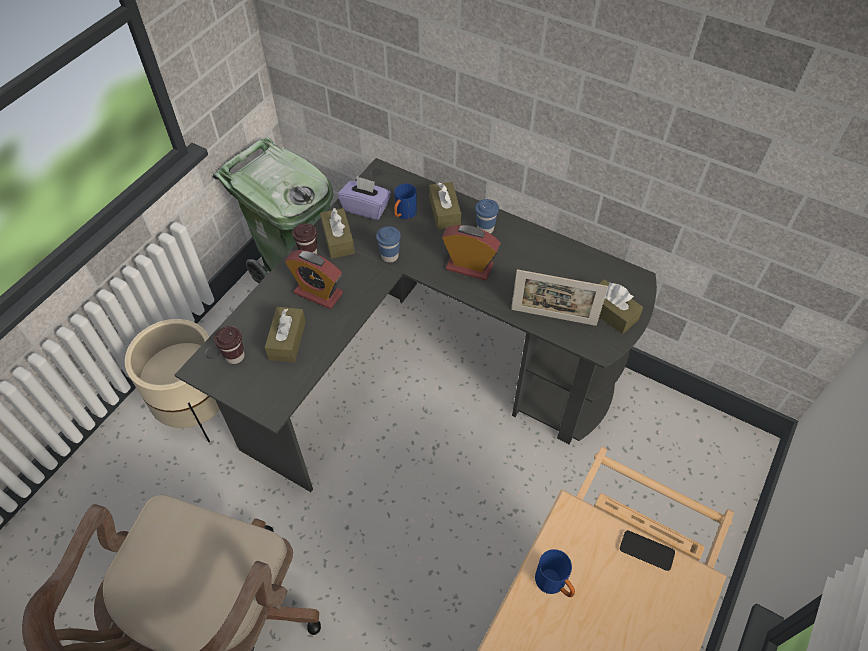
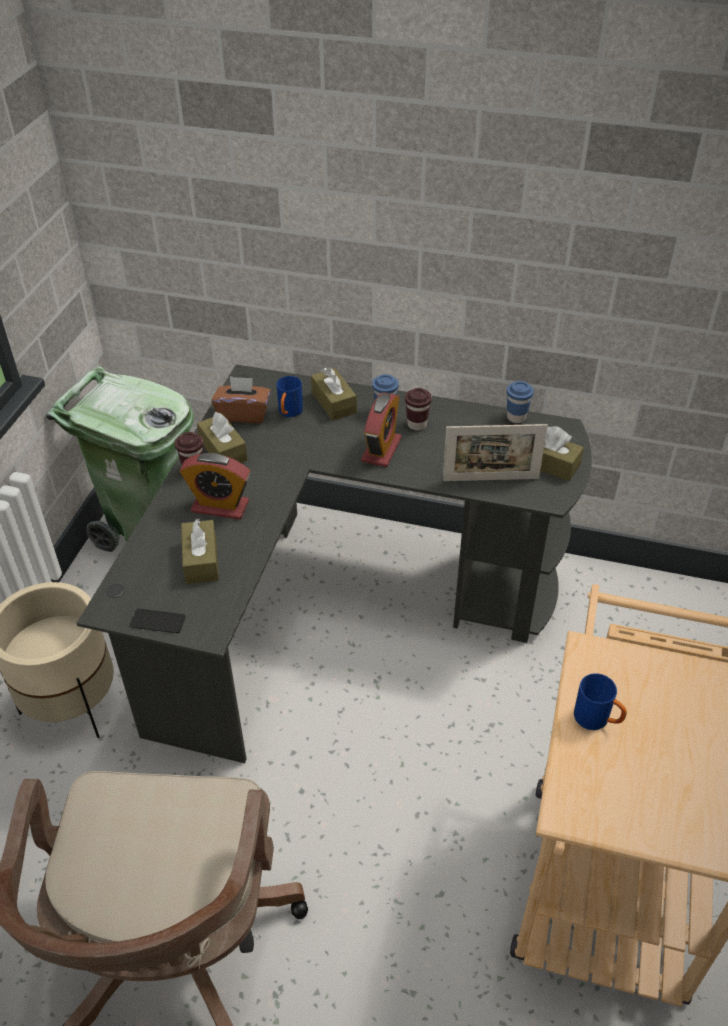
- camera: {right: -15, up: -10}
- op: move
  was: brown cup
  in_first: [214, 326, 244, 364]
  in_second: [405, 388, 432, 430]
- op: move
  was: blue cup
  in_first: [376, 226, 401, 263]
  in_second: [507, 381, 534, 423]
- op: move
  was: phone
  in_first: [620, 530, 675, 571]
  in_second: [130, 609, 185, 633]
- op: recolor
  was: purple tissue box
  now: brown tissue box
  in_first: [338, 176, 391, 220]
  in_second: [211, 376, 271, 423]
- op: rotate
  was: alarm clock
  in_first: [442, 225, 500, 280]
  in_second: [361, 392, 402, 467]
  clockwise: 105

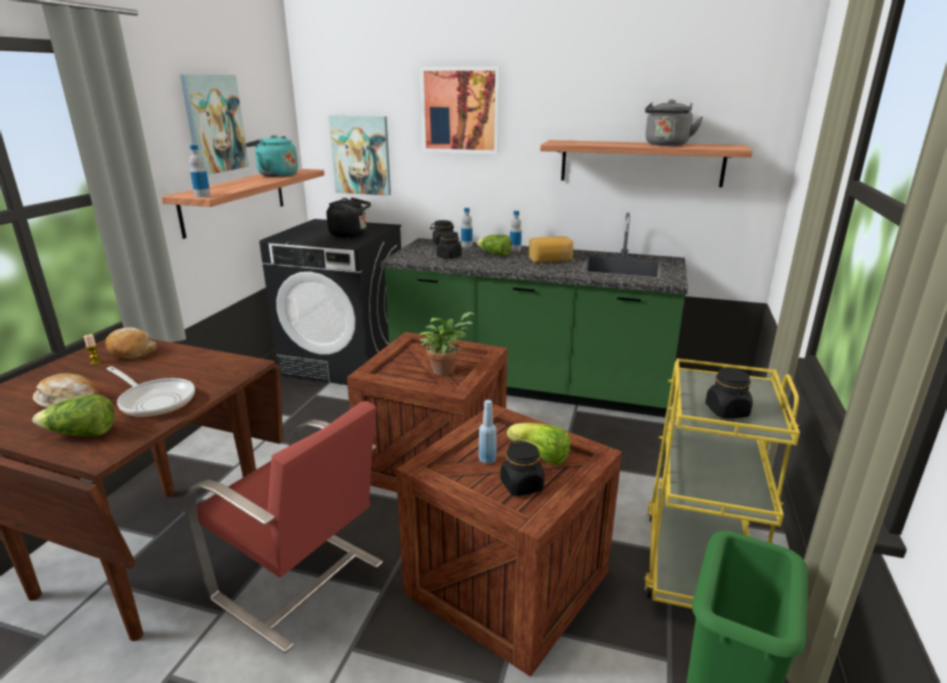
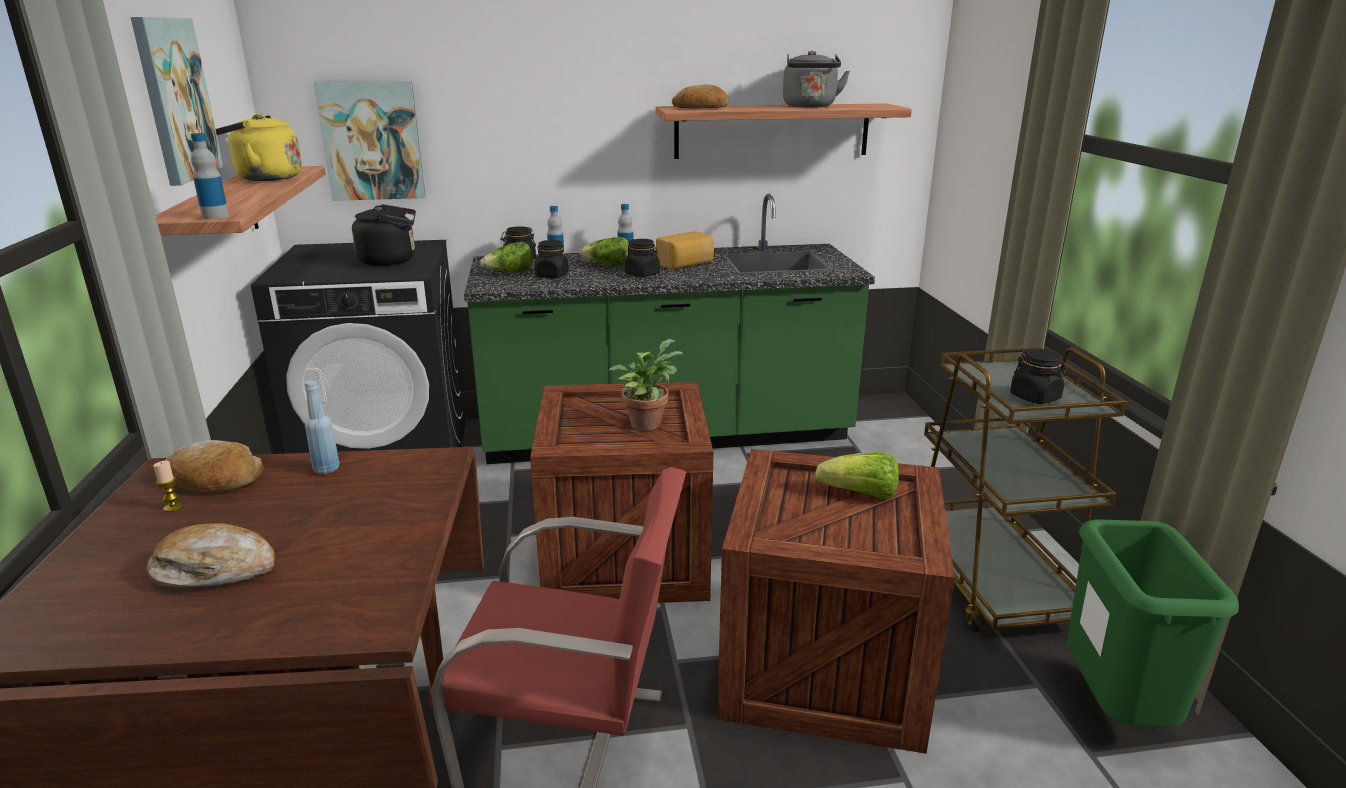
- camera: {right: -25, up: 0}
- op: delete
  was: frying pan
  in_first: [107, 366, 195, 417]
- op: delete
  was: picture
  in_first: [420, 66, 500, 154]
- op: insert
  now: bread
  in_second: [672, 84, 729, 108]
- op: move
  was: lettuce
  in_first: [33, 395, 114, 436]
  in_second: [480, 242, 533, 272]
- op: move
  was: blue bottle
  in_first: [479, 400, 497, 464]
  in_second: [304, 380, 339, 474]
- op: move
  was: black jar
  in_first: [500, 440, 545, 496]
  in_second: [625, 239, 660, 277]
- op: recolor
  was: turquoise kettle
  now: yellow kettle
  in_first: [246, 135, 298, 177]
  in_second: [216, 114, 302, 181]
- op: recolor
  was: yellow cart
  now: brown cart
  in_first: [644, 358, 800, 609]
  in_second: [924, 347, 1127, 632]

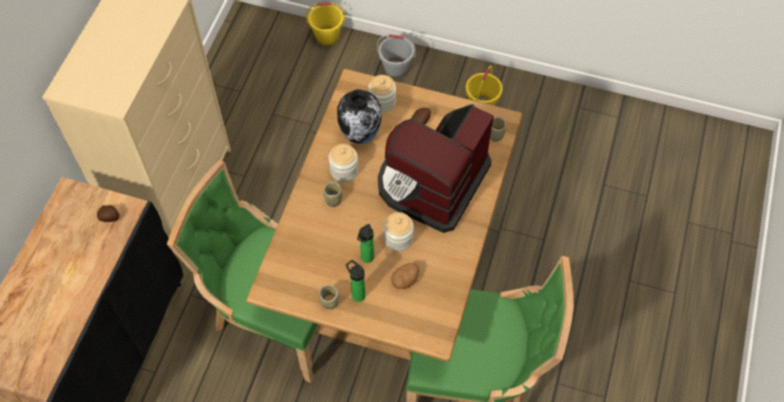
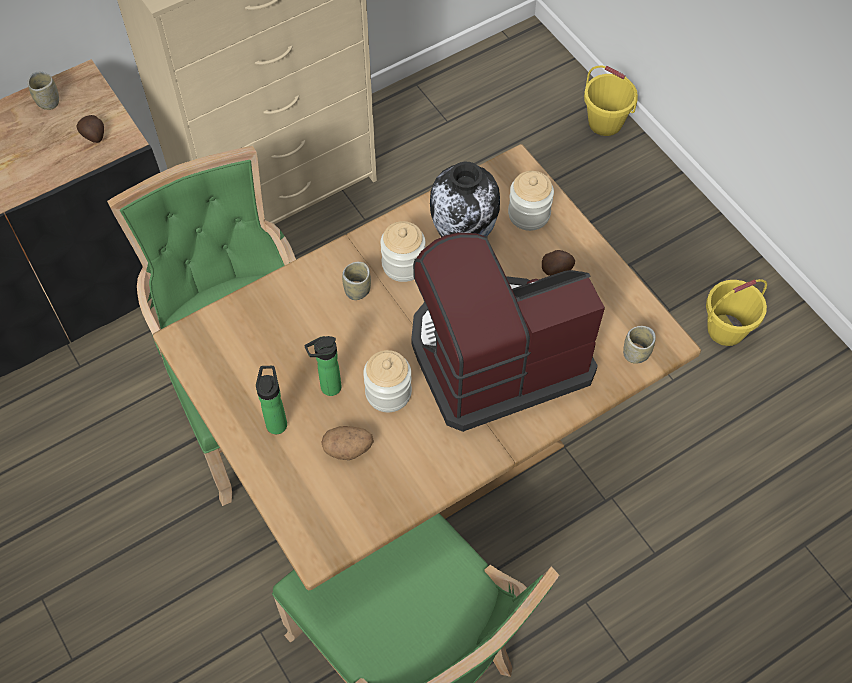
- camera: {right: 40, up: 0}
- op: delete
  was: grey bucket
  in_first: [377, 34, 416, 78]
- op: move
  was: cup
  in_first: [319, 285, 339, 309]
  in_second: [28, 72, 59, 110]

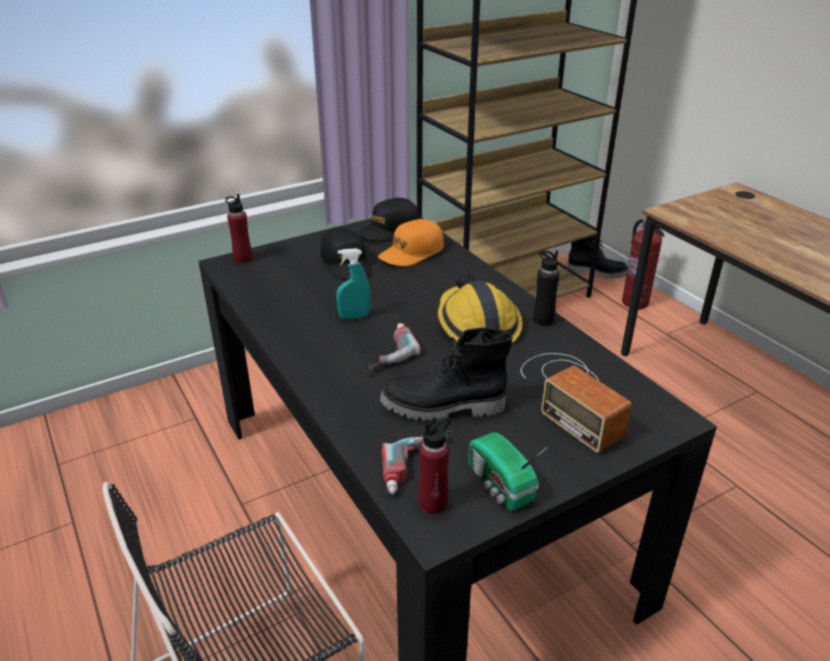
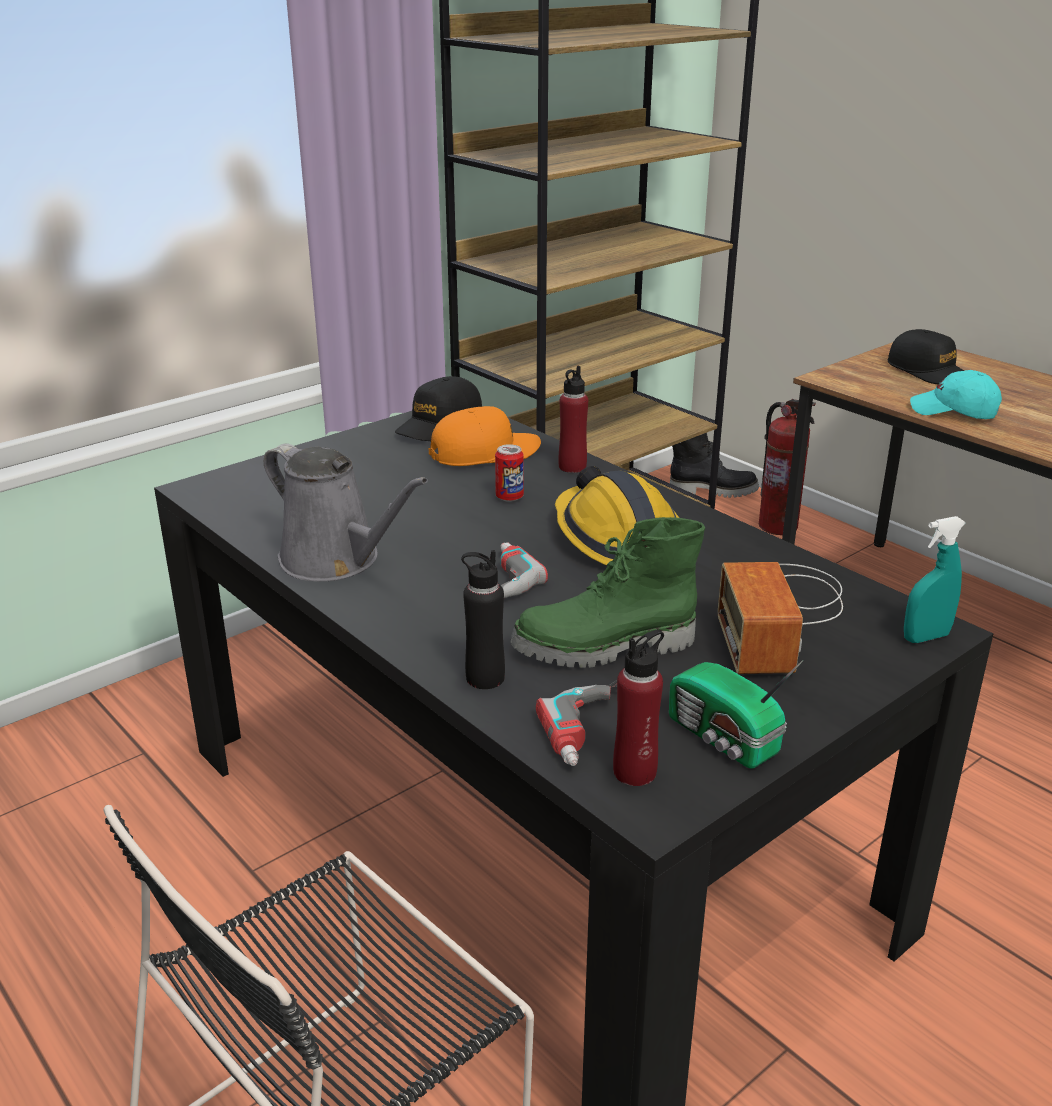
- camera: {right: -10, up: -5}
- op: insert
  now: grey watering can
  in_second: [264, 443, 428, 582]
- op: insert
  now: can
  in_second: [495, 444, 524, 502]
- op: insert
  now: turquoise cap
  in_second: [910, 370, 1002, 419]
- op: move
  was: red bottle
  in_first: [225, 194, 252, 263]
  in_second: [558, 366, 588, 473]
- op: move
  was: black cap
  in_first: [320, 227, 372, 278]
  in_second: [888, 329, 964, 384]
- op: move
  was: turquoise spray bottle
  in_first: [336, 248, 371, 319]
  in_second: [904, 516, 966, 643]
- op: move
  was: black bottle
  in_first: [533, 250, 560, 326]
  in_second: [461, 550, 505, 689]
- op: recolor
  was: black boot
  now: green boot
  in_first: [380, 327, 513, 421]
  in_second: [510, 517, 705, 668]
- op: rotate
  was: orange cap
  in_first: [378, 219, 444, 266]
  in_second: [429, 406, 541, 466]
  clockwise: -150
- op: rotate
  was: radio
  in_first: [521, 353, 632, 453]
  in_second: [718, 562, 843, 674]
  clockwise: 45

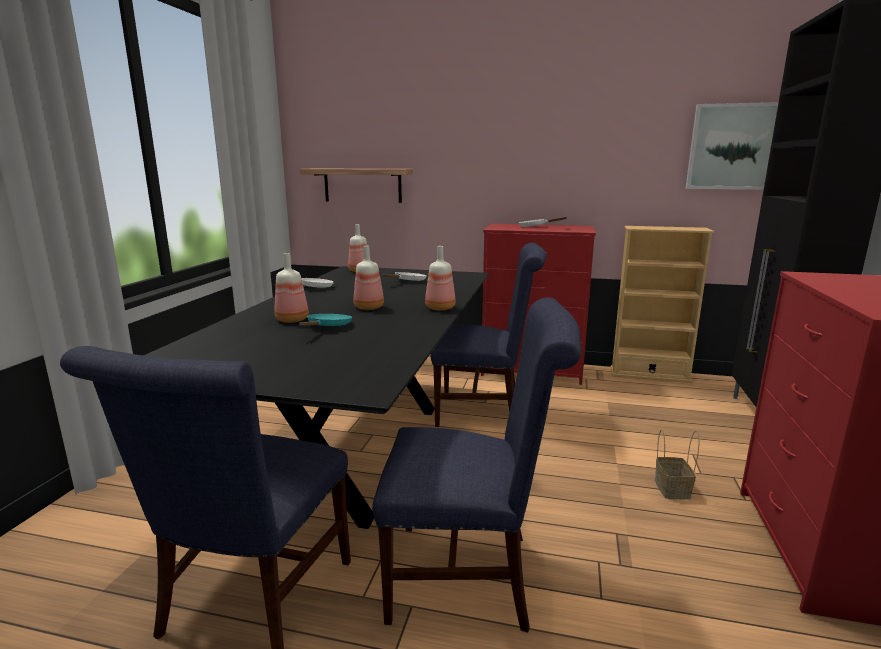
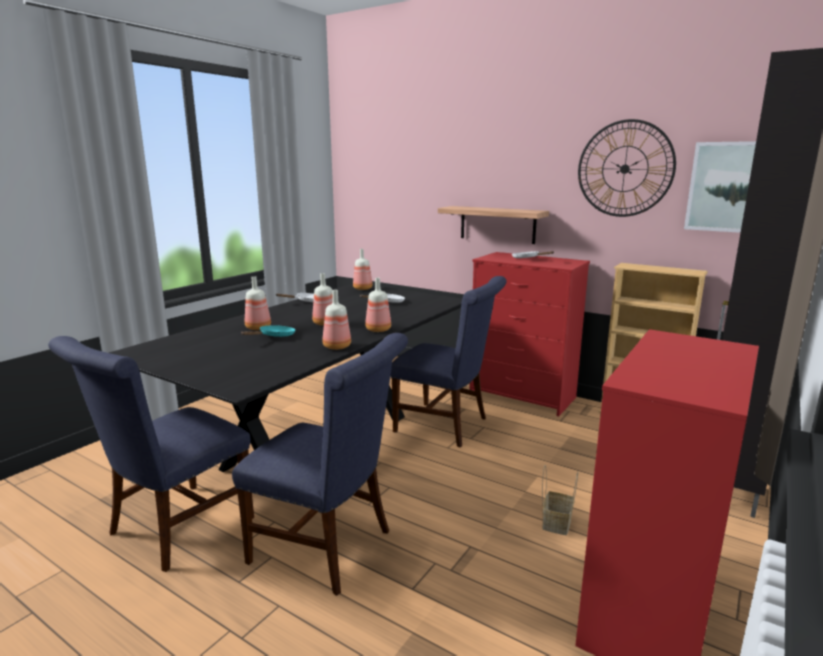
- camera: {right: 20, up: 0}
- op: insert
  now: bottle
  in_second: [322, 290, 351, 350]
- op: insert
  now: wall clock
  in_second: [578, 119, 676, 217]
- op: move
  was: shelf
  in_first: [300, 169, 413, 203]
  in_second: [438, 206, 549, 244]

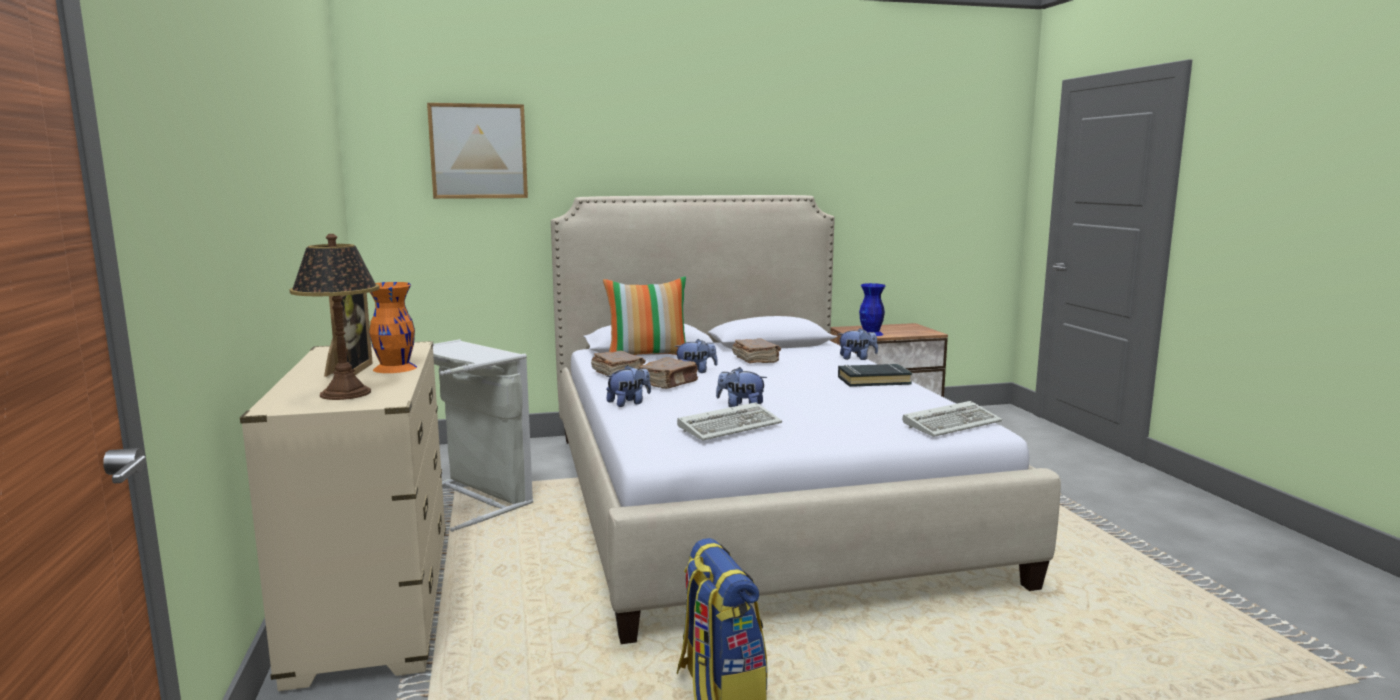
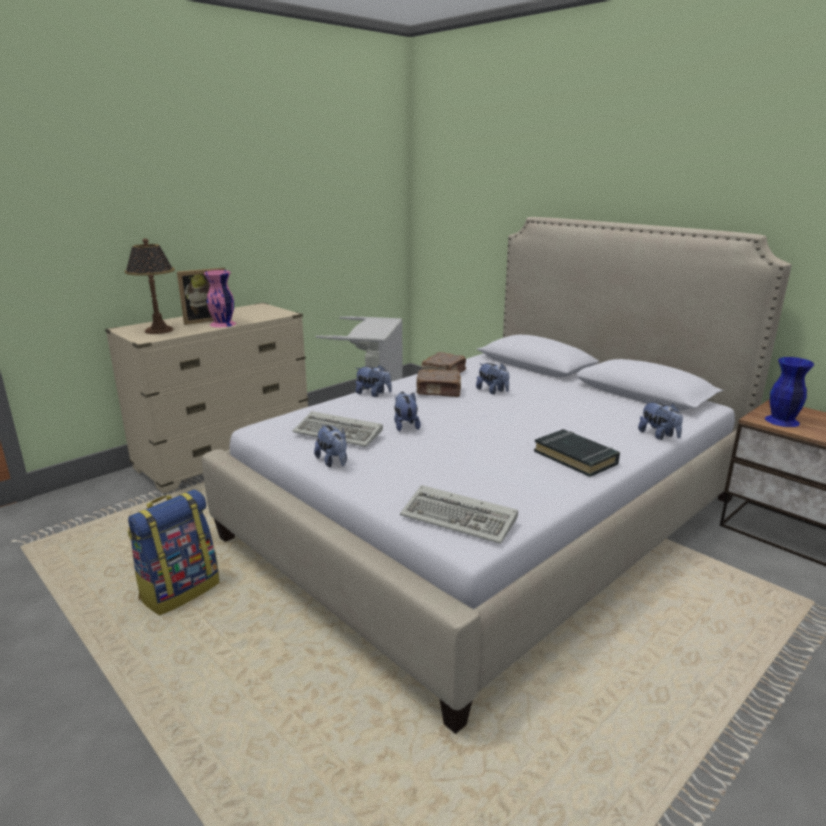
- camera: {right: 60, up: 10}
- op: delete
  was: picture
  in_first: [427, 103, 528, 199]
- op: delete
  was: pillow
  in_first: [603, 277, 686, 355]
- op: delete
  was: brown book
  in_first: [732, 338, 781, 363]
- op: insert
  now: plush toy
  in_second: [314, 424, 347, 468]
- op: recolor
  was: orange vase
  now: pink vase
  in_first: [369, 282, 417, 373]
  in_second: [204, 270, 236, 327]

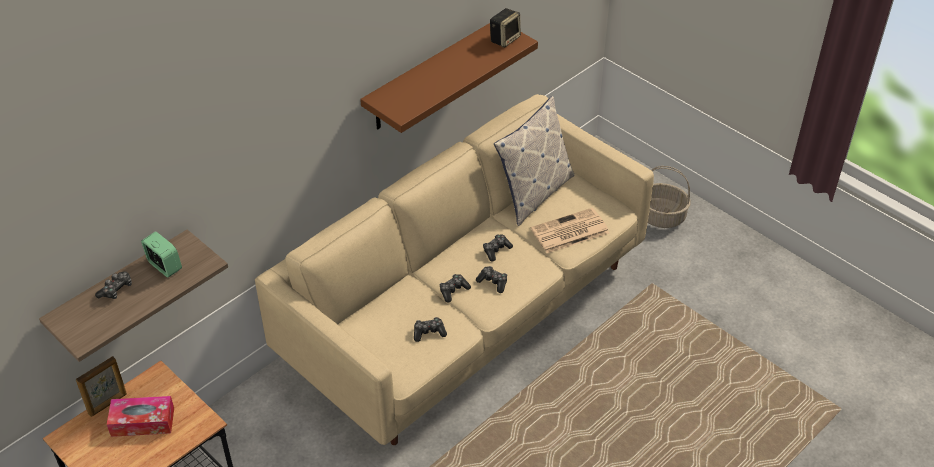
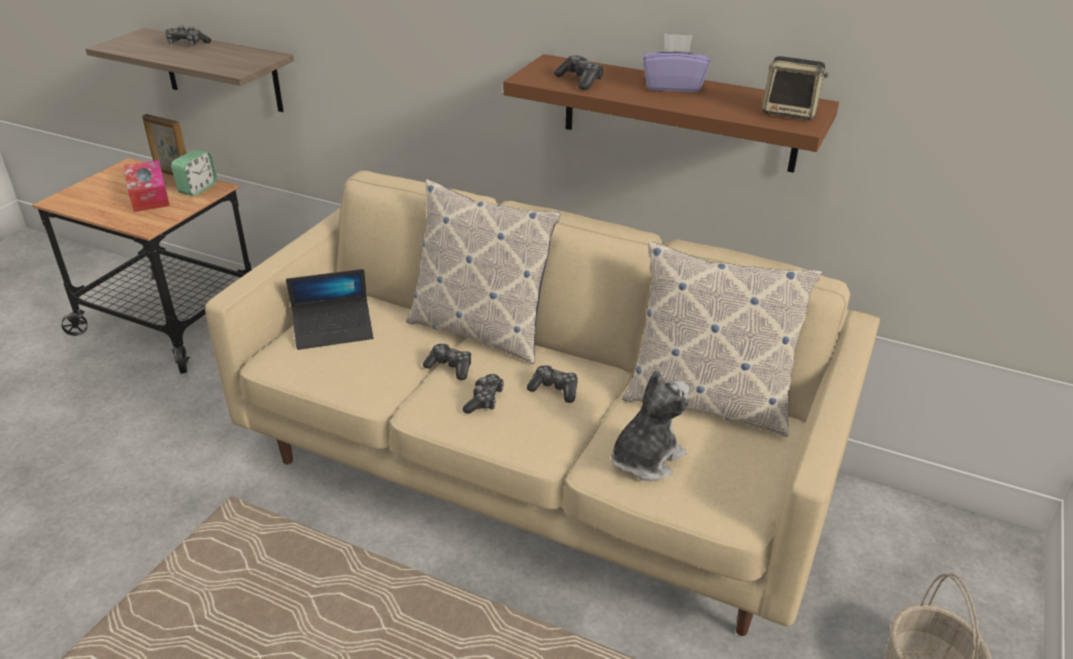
- camera: {right: 70, up: -10}
- op: insert
  now: laptop
  in_second: [286, 269, 373, 350]
- op: insert
  now: pillow
  in_second: [406, 179, 561, 365]
- op: insert
  now: purple tissue box
  in_second: [643, 33, 710, 92]
- op: move
  was: alarm clock
  in_first: [141, 231, 182, 277]
  in_second: [171, 150, 217, 196]
- op: move
  was: game controller
  in_first: [414, 317, 447, 342]
  in_second: [554, 55, 604, 90]
- op: replace
  was: newspaper
  now: plush toy
  in_first: [531, 208, 609, 253]
  in_second: [611, 370, 689, 481]

